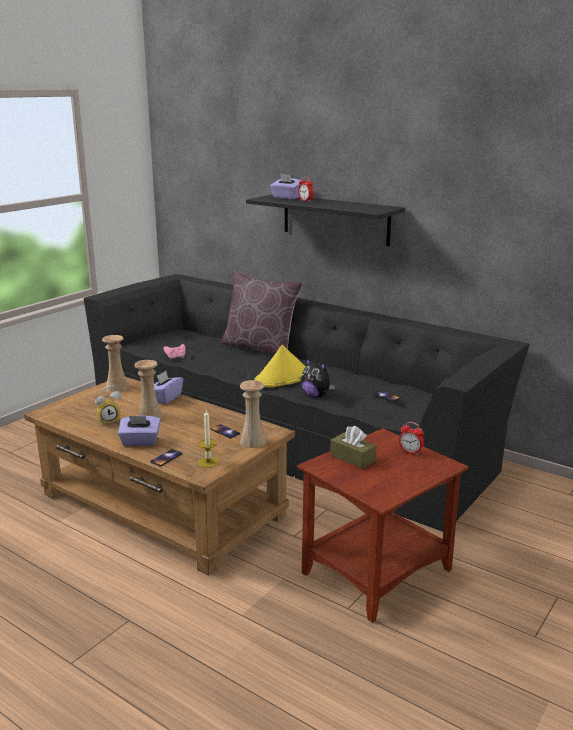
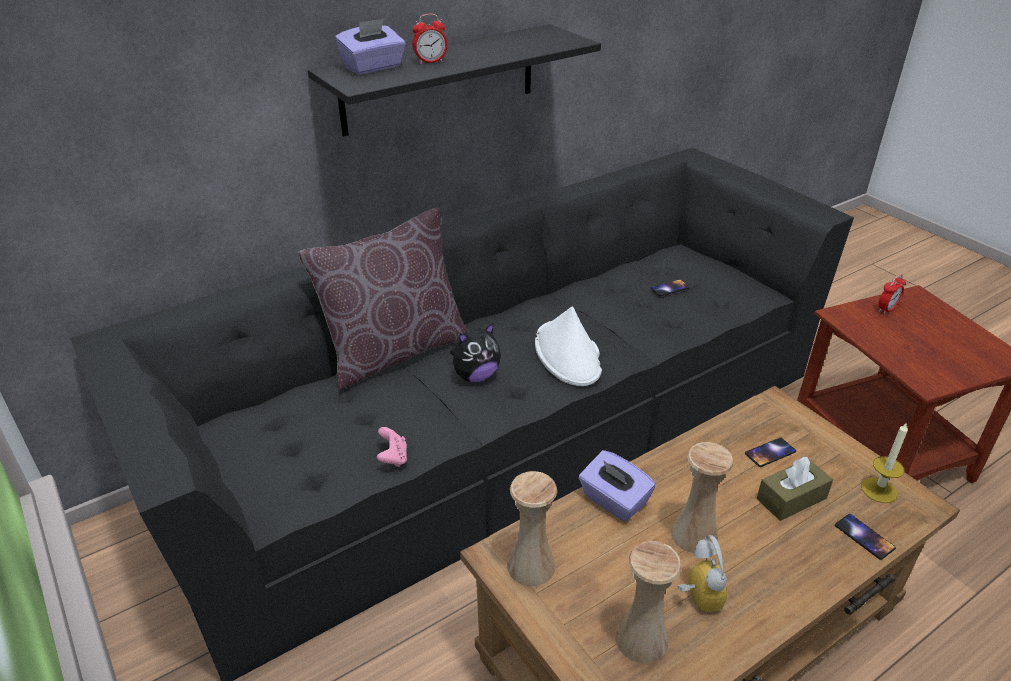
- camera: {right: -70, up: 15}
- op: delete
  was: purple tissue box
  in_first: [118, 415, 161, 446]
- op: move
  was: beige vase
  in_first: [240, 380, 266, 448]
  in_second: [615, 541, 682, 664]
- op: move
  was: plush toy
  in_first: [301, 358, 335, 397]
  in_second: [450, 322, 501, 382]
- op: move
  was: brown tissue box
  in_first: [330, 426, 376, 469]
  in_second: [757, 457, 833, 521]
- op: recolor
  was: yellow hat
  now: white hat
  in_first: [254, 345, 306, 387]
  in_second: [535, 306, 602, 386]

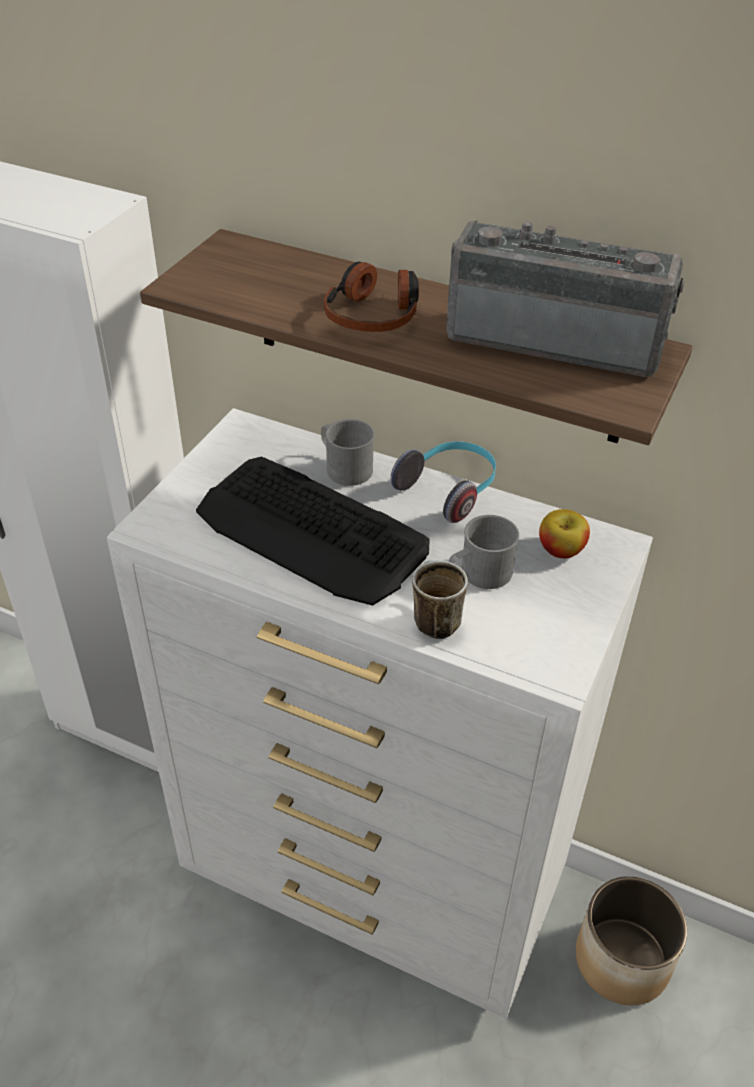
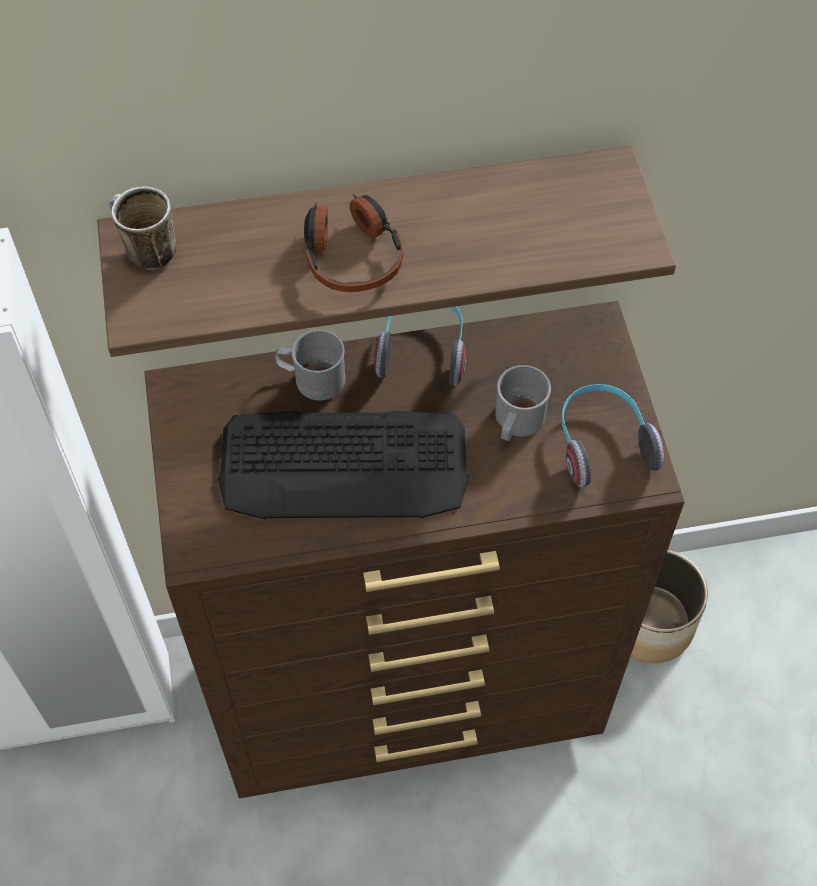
- camera: {right: -35, up: 15}
- op: delete
  was: radio
  in_first: [446, 220, 685, 377]
- op: delete
  was: apple
  in_first: [539, 509, 590, 558]
- op: insert
  now: headphones
  in_second: [561, 384, 664, 487]
- op: move
  was: mug
  in_first: [412, 560, 468, 639]
  in_second: [109, 186, 176, 269]
- op: recolor
  was: white dresser
  now: brown dresser
  in_first: [107, 408, 653, 1019]
  in_second: [144, 301, 685, 798]

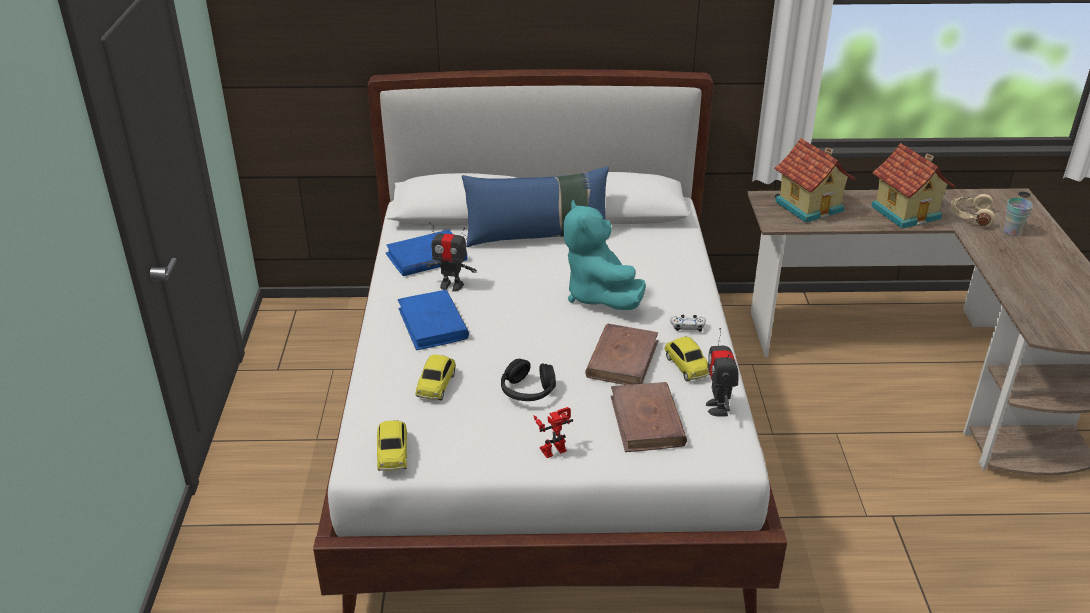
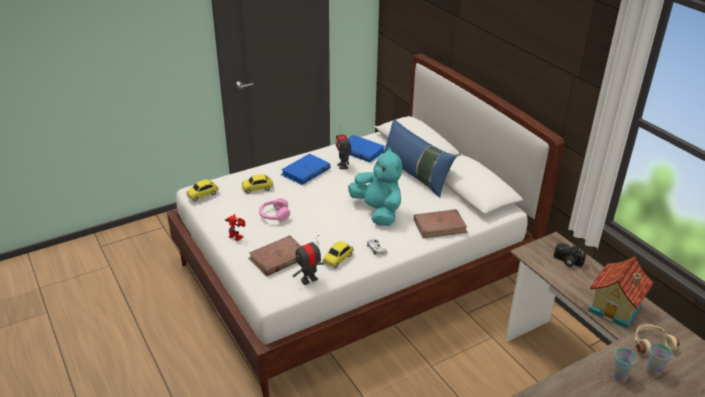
- camera: {right: 60, up: 0}
- op: insert
  now: cup
  in_second: [612, 348, 638, 382]
- op: move
  was: brown book
  in_first: [585, 323, 659, 385]
  in_second: [414, 209, 468, 239]
- op: replace
  was: toy house
  now: photo camera
  in_first: [774, 138, 856, 223]
  in_second: [553, 243, 586, 267]
- op: recolor
  was: black headphones
  now: pink headphones
  in_first: [501, 359, 556, 401]
  in_second: [259, 198, 290, 221]
- op: rotate
  was: turquoise plush toy
  in_first: [564, 200, 646, 310]
  in_second: [348, 147, 402, 226]
  clockwise: 105

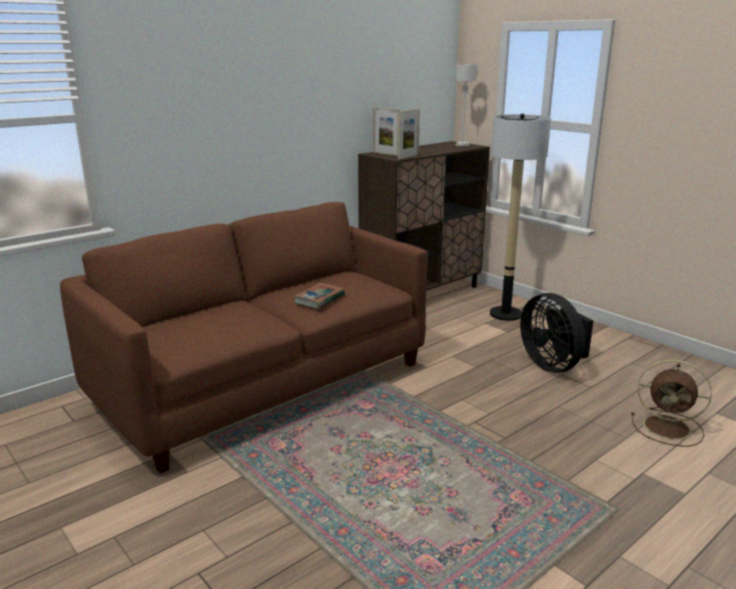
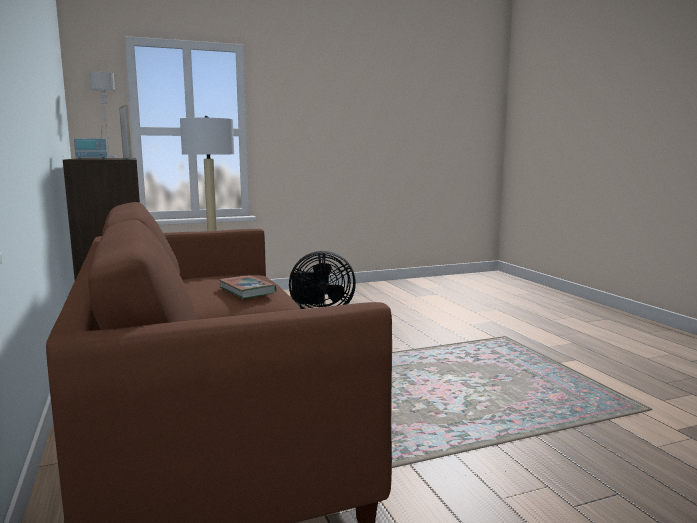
- camera: {right: -70, up: -10}
- op: delete
  was: brown fan
  in_first: [631, 360, 712, 447]
- op: replace
  was: picture frame
  now: radio
  in_first: [373, 107, 400, 156]
  in_second: [74, 126, 107, 159]

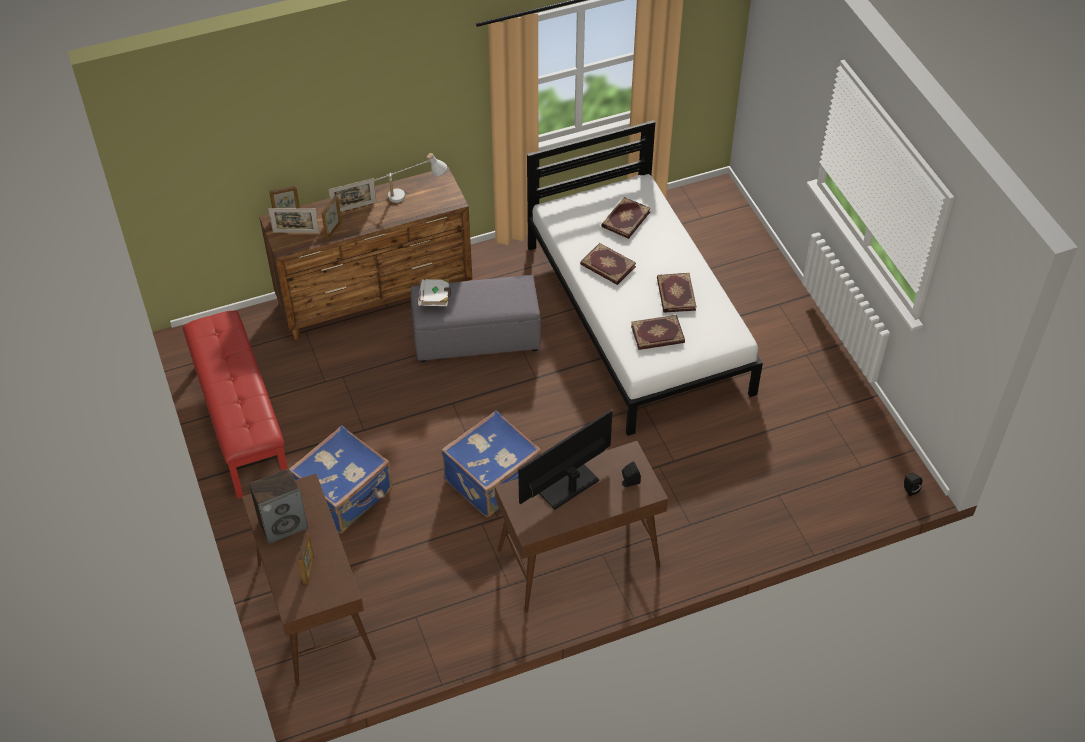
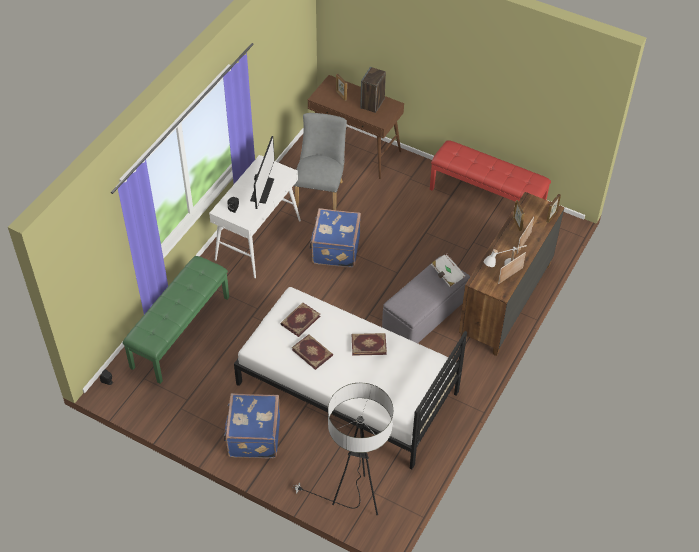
- camera: {right: 140, up: 0}
- op: delete
  was: book
  in_first: [601, 197, 651, 239]
- op: insert
  now: green bench
  in_second: [123, 256, 229, 384]
- op: insert
  now: floor lamp
  in_second: [293, 383, 393, 515]
- op: insert
  now: grey chair
  in_second: [294, 113, 347, 210]
- op: move
  was: picture frame
  in_first: [268, 208, 319, 233]
  in_second: [498, 252, 526, 284]
- op: move
  was: blue suitcase
  in_first: [290, 425, 392, 534]
  in_second: [224, 393, 280, 458]
- op: recolor
  was: brown console table
  now: white console table
  in_first: [495, 441, 668, 613]
  in_second: [209, 155, 301, 278]

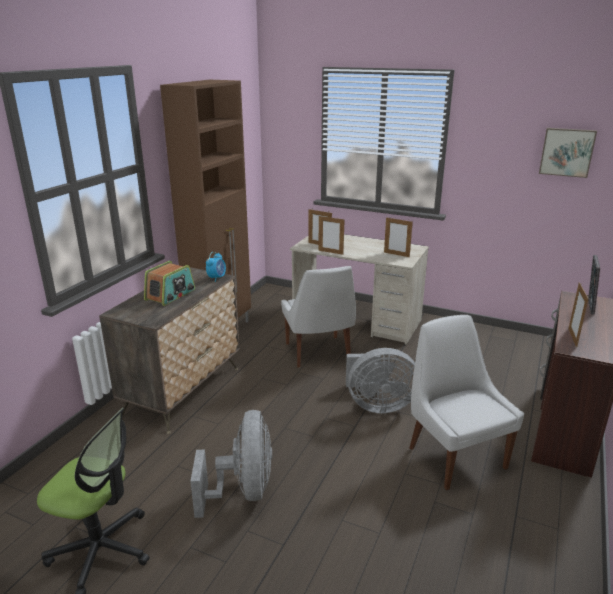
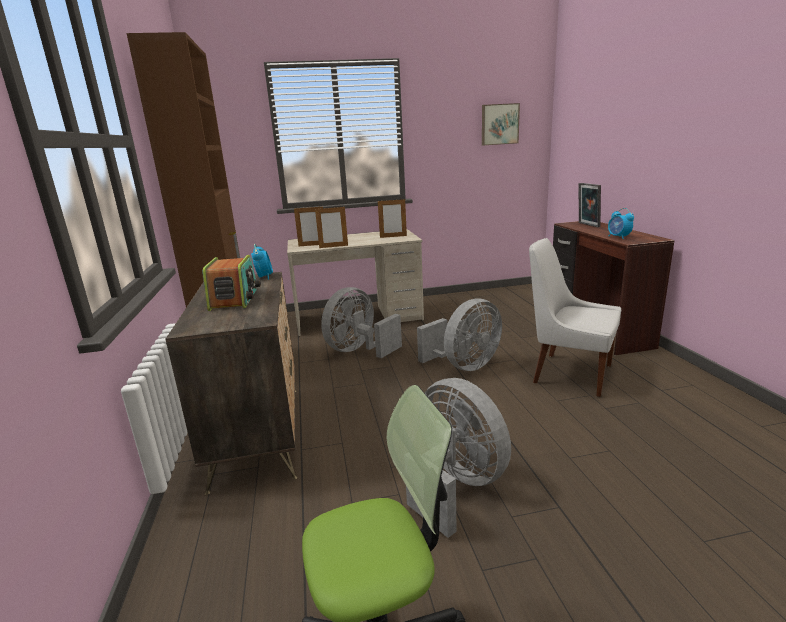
- camera: {right: -35, up: -5}
- op: replace
  was: white chair
  now: grey fan
  in_first: [281, 266, 356, 368]
  in_second: [321, 287, 402, 358]
- op: replace
  was: picture frame
  now: alarm clock
  in_first: [569, 282, 589, 348]
  in_second: [608, 208, 634, 239]

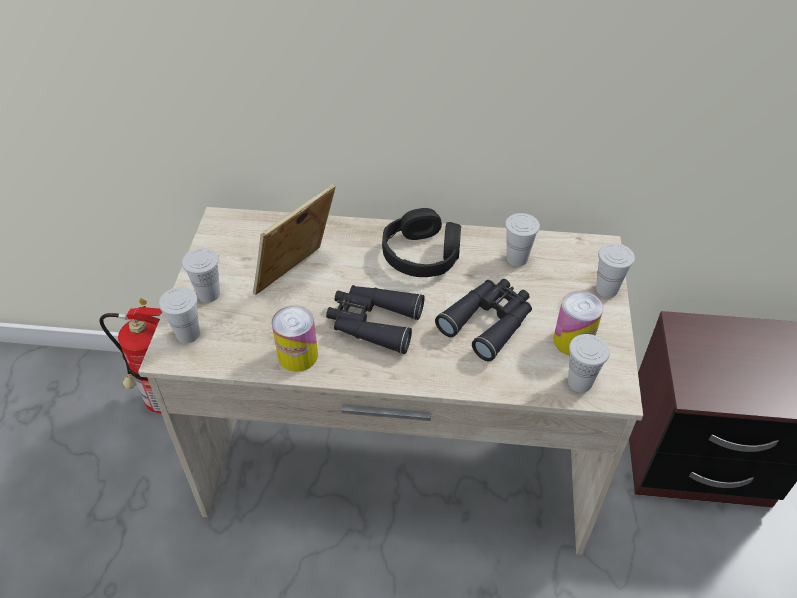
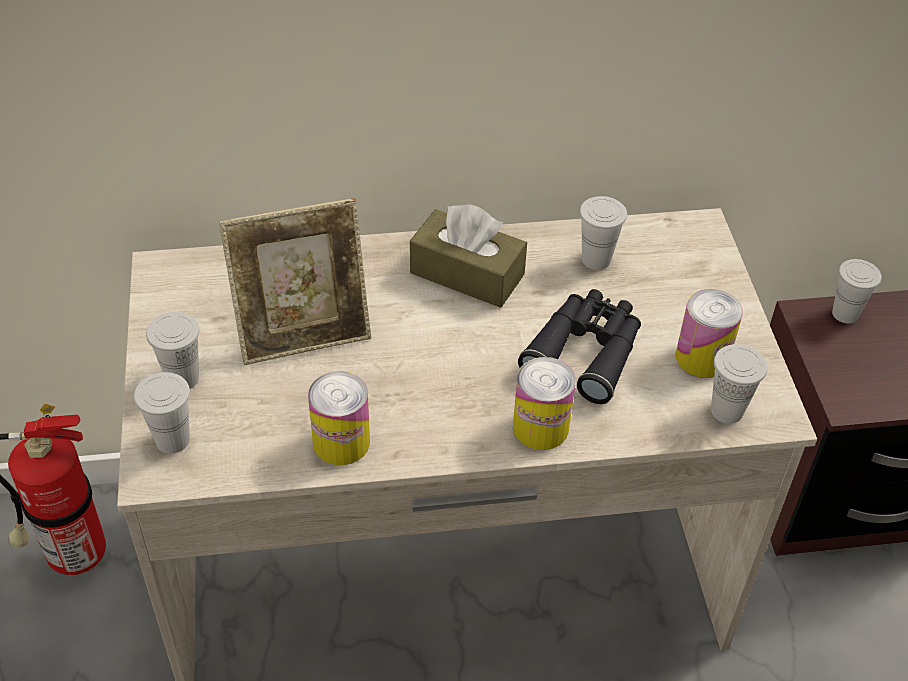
- camera: {right: -15, up: 0}
- op: delete
  was: black binoculars
  in_first: [326, 285, 425, 354]
- op: insert
  now: can
  in_second: [513, 357, 576, 450]
- op: move
  was: white cup
  in_first: [596, 243, 635, 298]
  in_second: [832, 259, 881, 323]
- op: replace
  was: black headphones
  now: brown tissue box
  in_first: [382, 208, 461, 277]
  in_second: [410, 204, 527, 308]
- op: rotate
  was: picture frame
  in_first: [253, 184, 336, 295]
  in_second: [219, 198, 371, 365]
  clockwise: -135

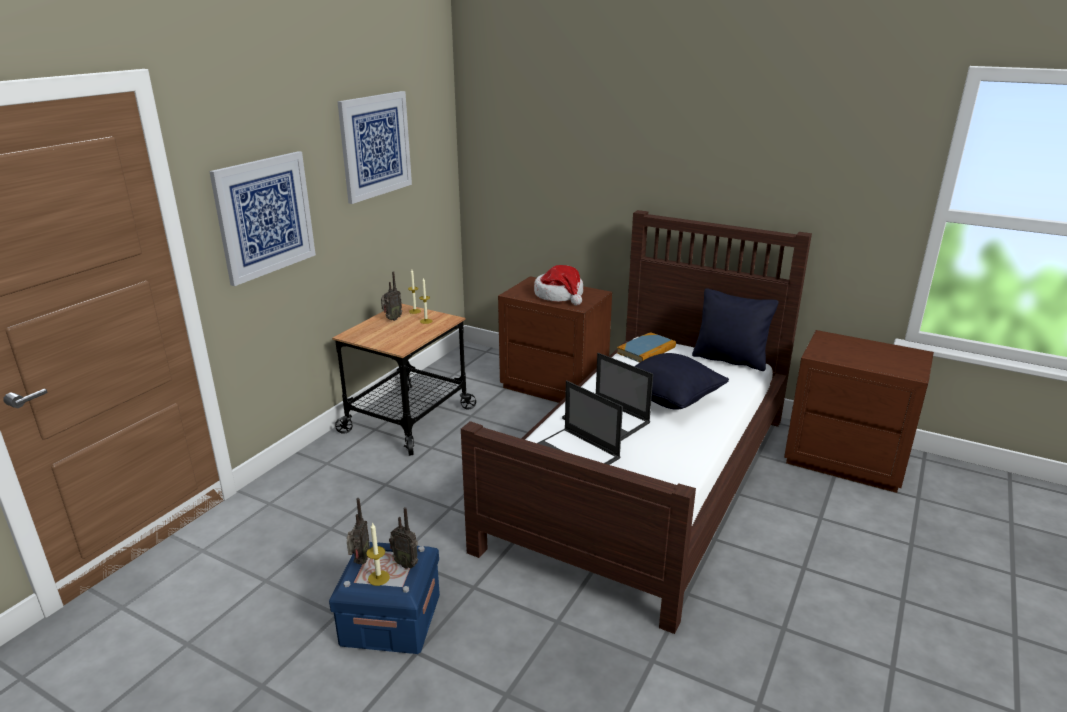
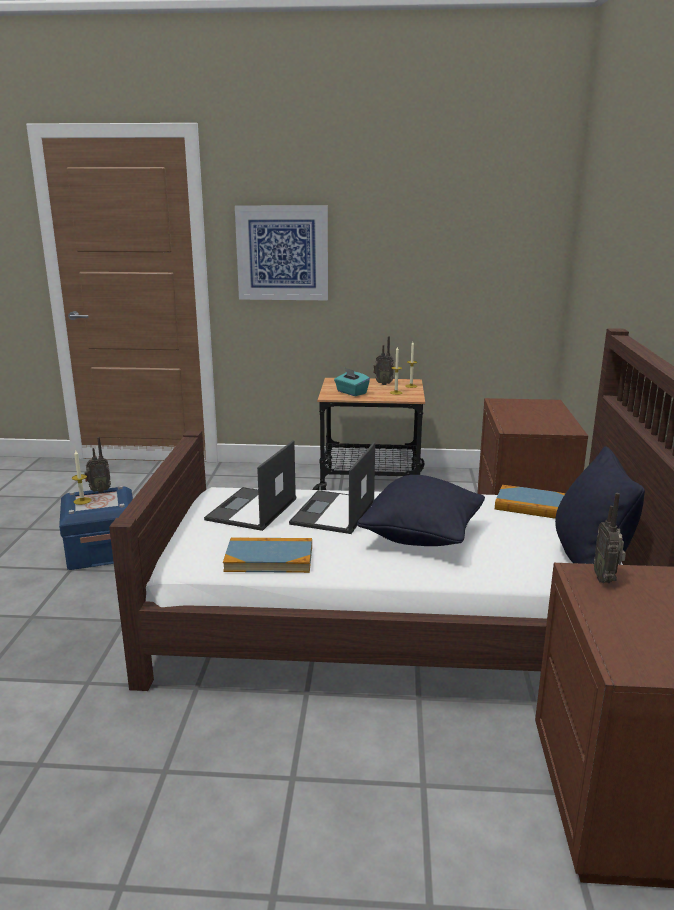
- camera: {right: 65, up: -5}
- op: delete
  was: picture
  in_first: [337, 91, 412, 204]
- op: delete
  was: hat
  in_first: [534, 265, 583, 306]
- op: insert
  now: book
  in_second: [223, 537, 312, 573]
- op: insert
  now: turquoise tissue box
  in_second: [334, 368, 370, 396]
- op: move
  was: radio
  in_first: [389, 507, 418, 569]
  in_second: [594, 493, 626, 583]

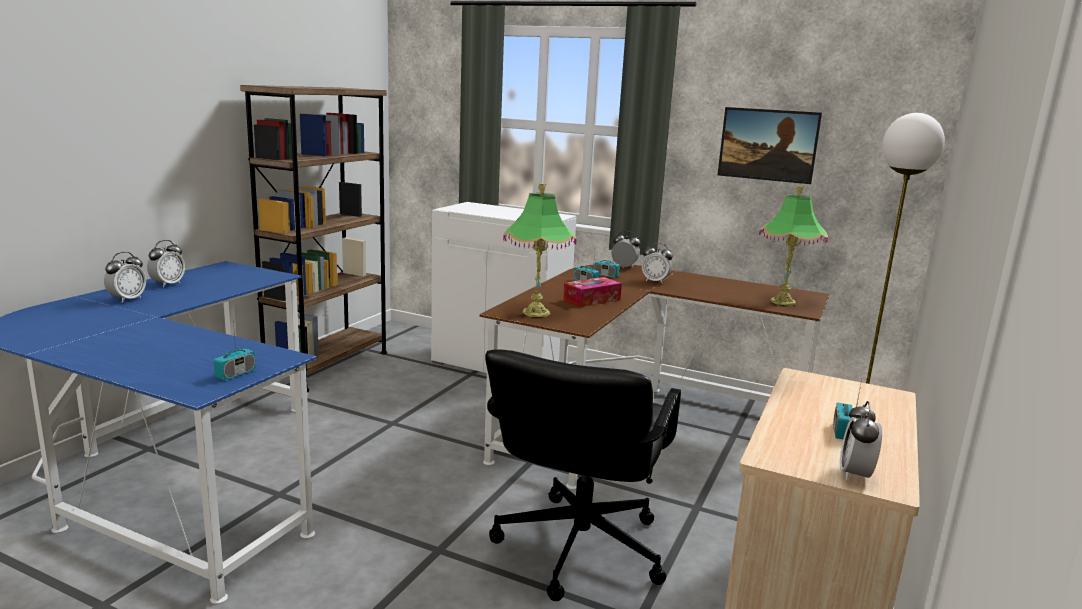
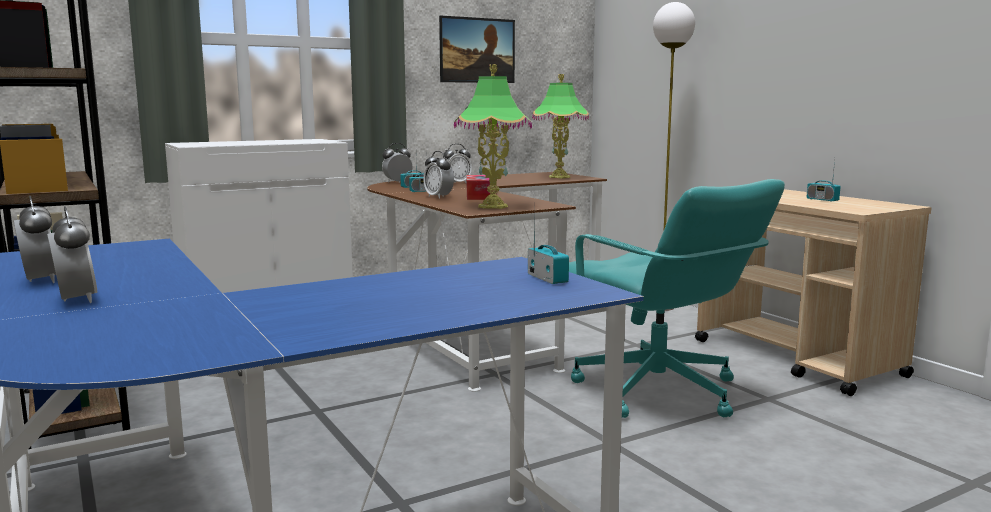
- camera: {right: -55, up: -5}
- op: move
  was: alarm clock
  in_first: [840, 401, 882, 481]
  in_second: [423, 151, 454, 199]
- op: recolor
  was: black office chair
  now: turquoise office chair
  in_first: [485, 349, 681, 601]
  in_second: [569, 179, 785, 418]

